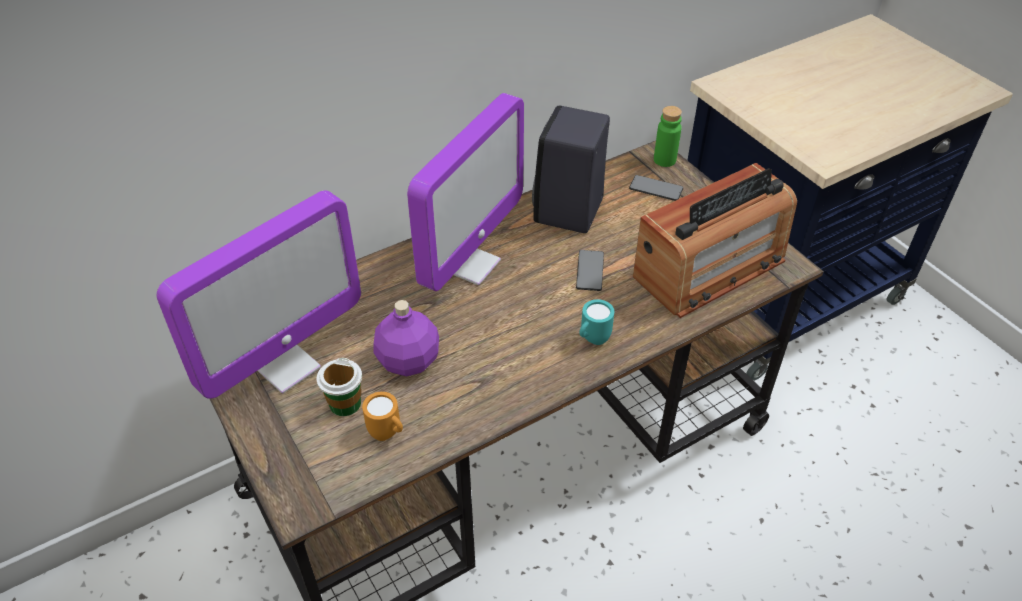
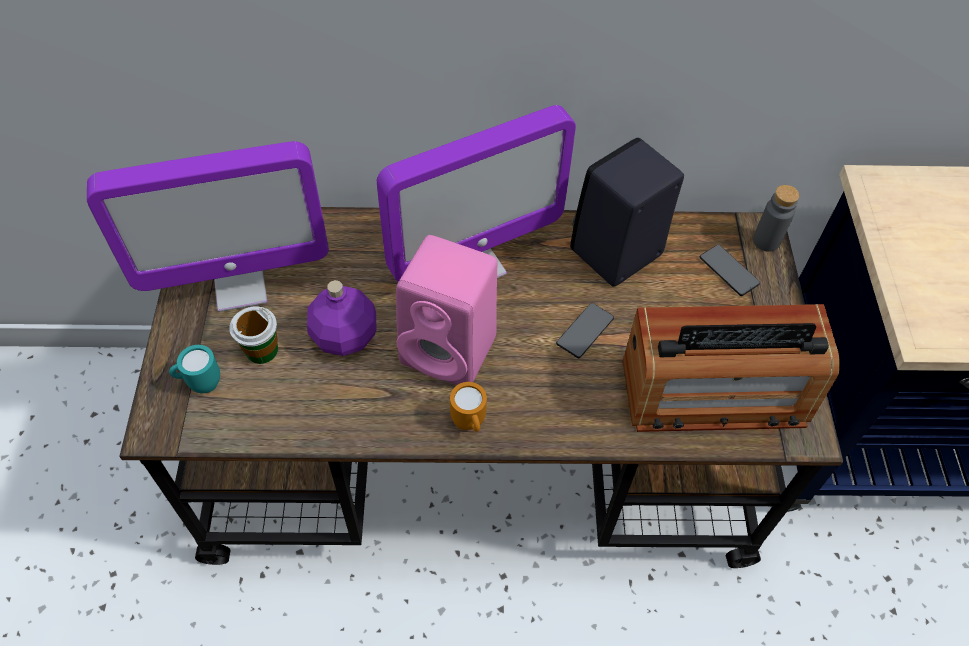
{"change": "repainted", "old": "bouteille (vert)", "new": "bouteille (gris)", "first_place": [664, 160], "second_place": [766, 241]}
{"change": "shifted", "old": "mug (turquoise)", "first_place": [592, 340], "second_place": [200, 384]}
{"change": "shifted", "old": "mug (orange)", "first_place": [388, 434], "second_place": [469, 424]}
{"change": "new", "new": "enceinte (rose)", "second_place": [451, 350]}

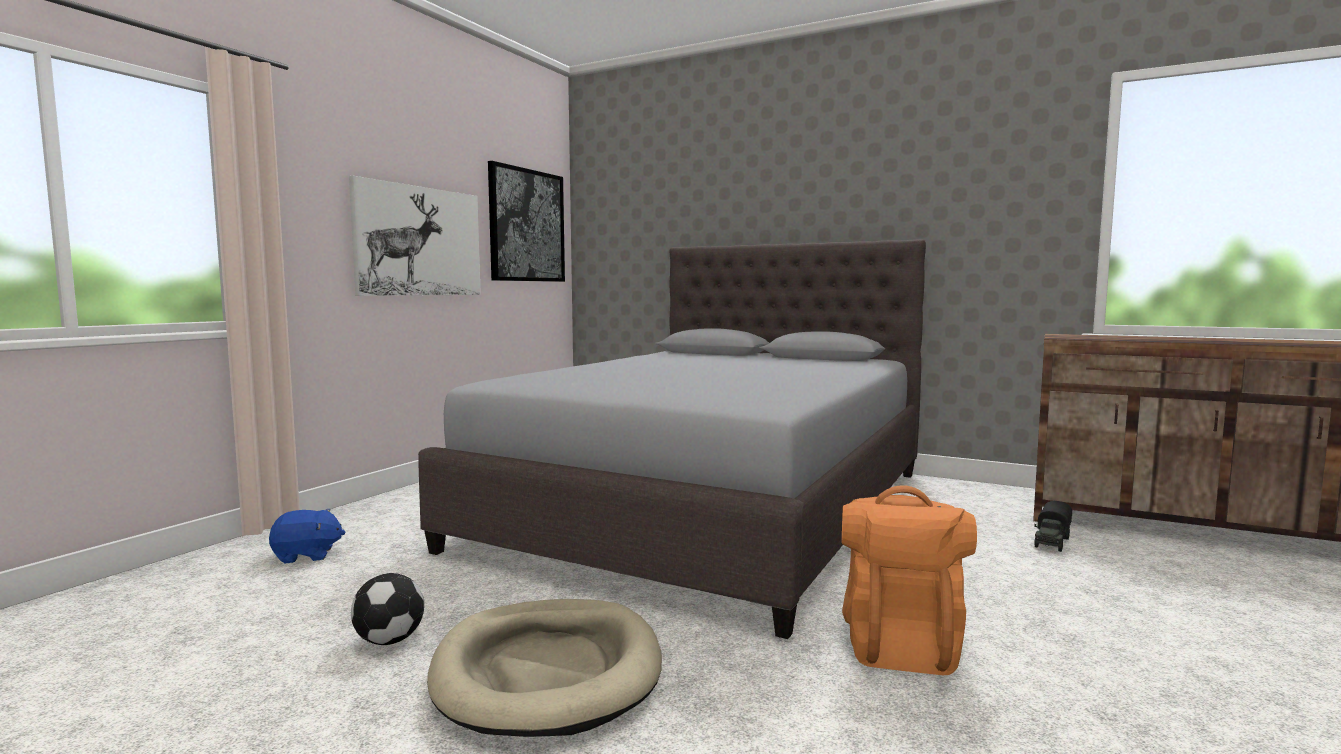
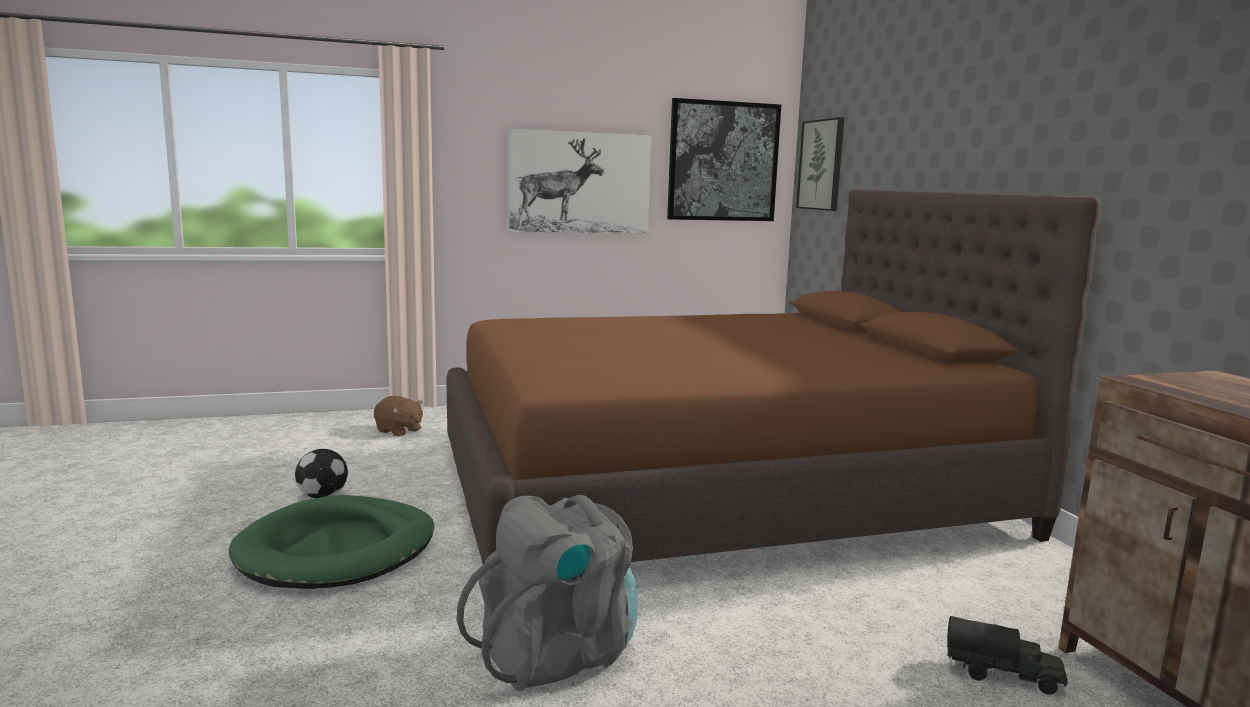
{"change": "repainted", "old": "lit (gris)", "new": "lit (marron)", "first_place": [712, 507], "second_place": [719, 492]}
{"change": "repainted", "old": "sac à dos (orange)", "new": "sac à dos (gris)", "first_place": [900, 642], "second_place": [557, 654]}
{"change": "rotated", "old": "camion jouet", "first_place": [1051, 541], "second_place": [1003, 675], "degrees": -150}
{"change": "repainted", "old": "peluche (bleu)", "new": "peluche (marron)", "first_place": [307, 555], "second_place": [399, 431]}
{"change": "repainted", "old": "panier pour chien (beige)", "new": "panier pour chien (vert)", "first_place": [548, 672], "second_place": [337, 550]}
{"change": "new", "new": "tableau", "second_place": [821, 165]}

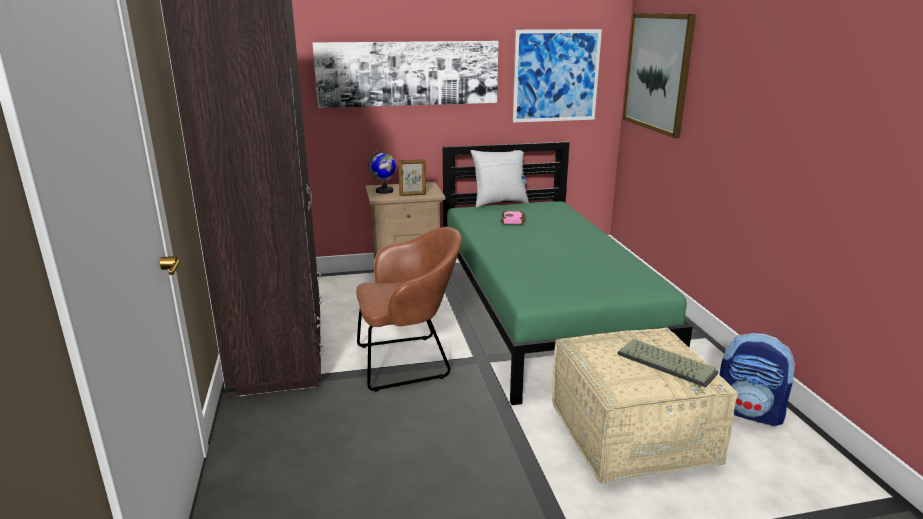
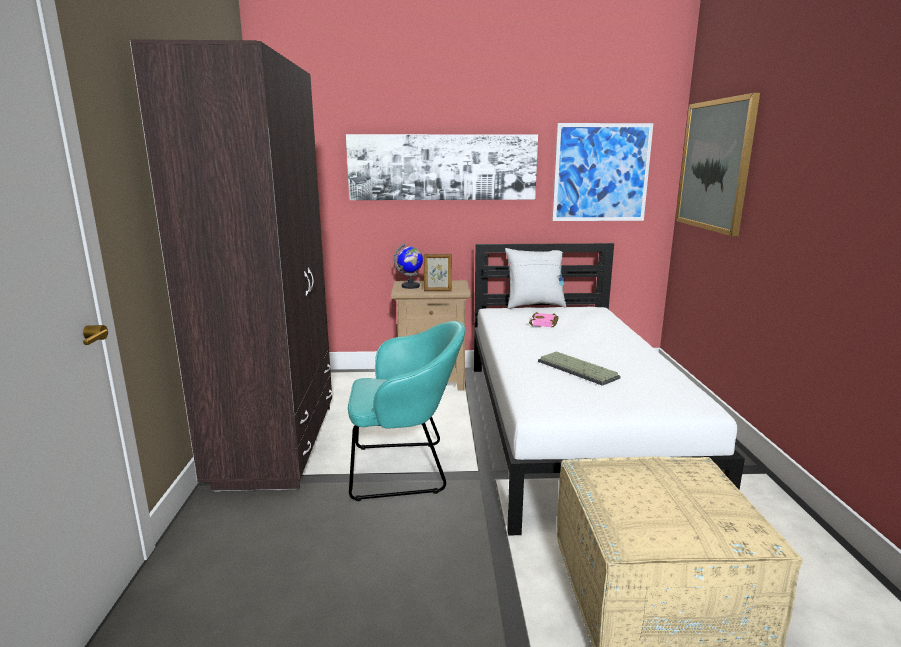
{"change": "repainted", "old": "lit (vert)", "new": "lit (blanc)", "first_place": [542, 314], "second_place": [569, 428]}
{"change": "repainted", "old": "fauteuil (marron)", "new": "fauteuil (turquoise)", "first_place": [408, 361], "second_place": [405, 469]}
{"change": "gone", "old": "sac à dos", "first_place": [749, 412]}
{"change": "shifted", "old": "clavier", "first_place": [668, 363], "second_place": [579, 369]}

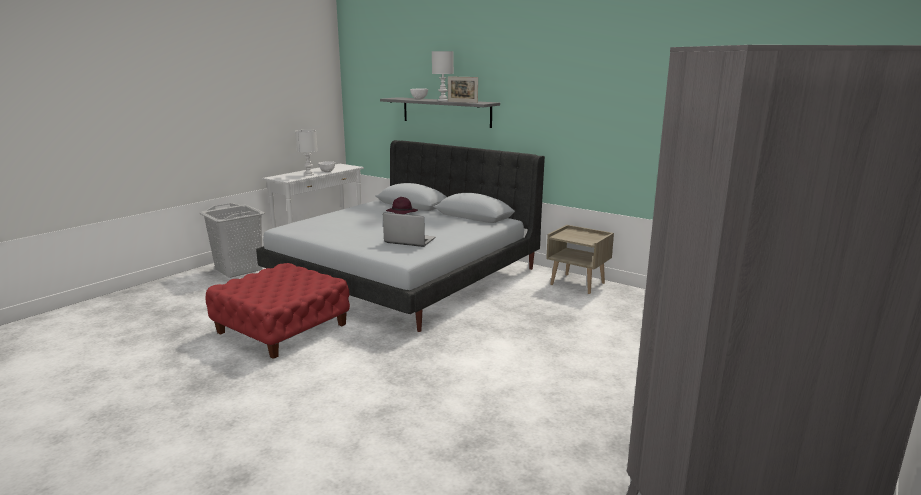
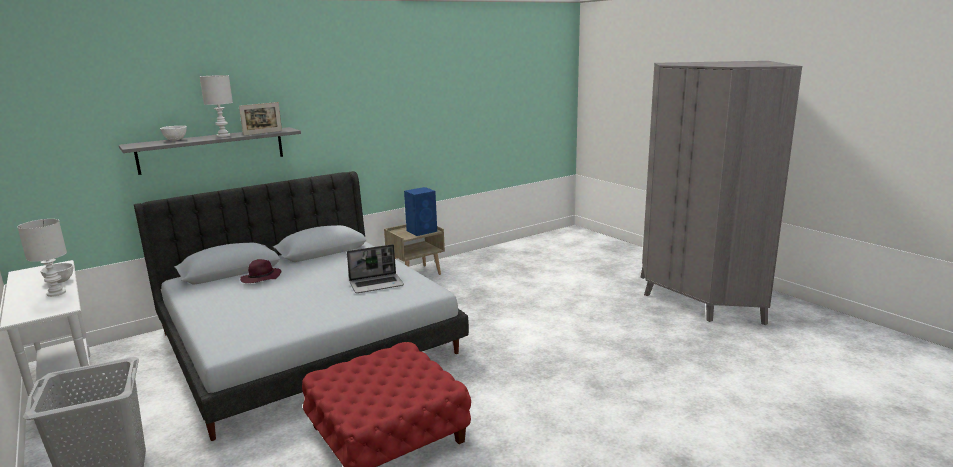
{"change": "rotated", "old": "ordinateur portable", "first_place": [409, 241], "second_place": [377, 284], "degrees": -150}
{"change": "new", "new": "enceinte (bleu)", "second_place": [422, 231]}

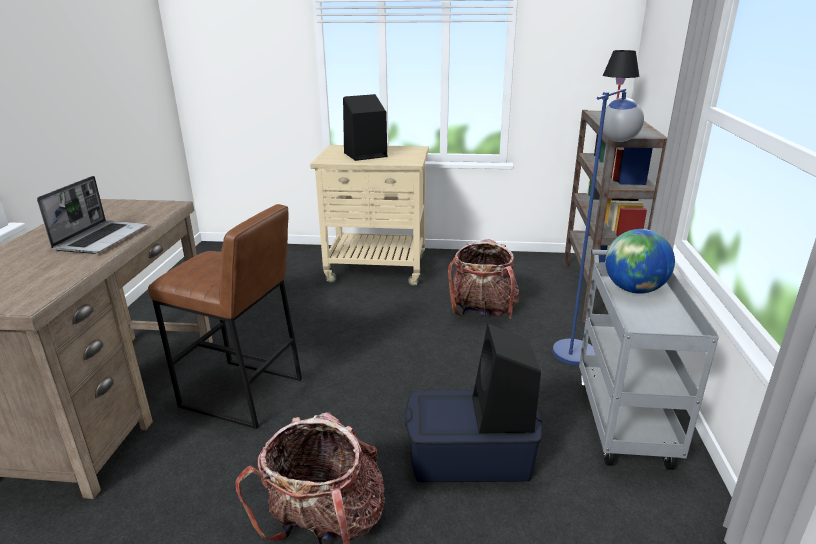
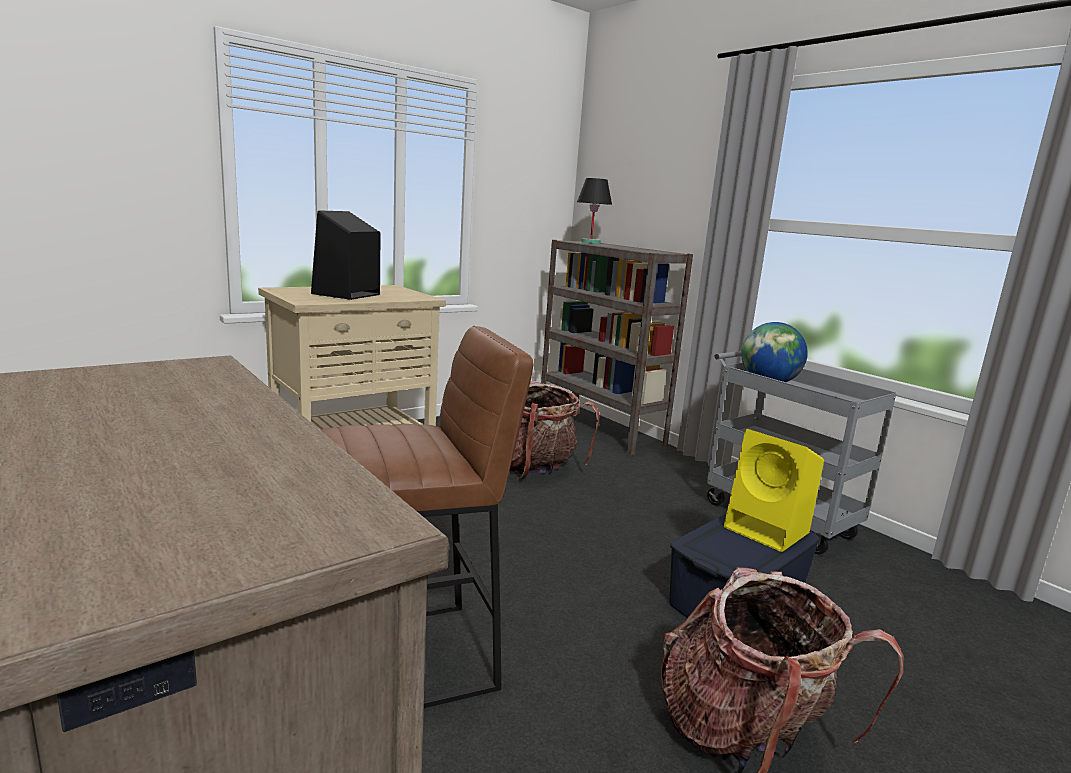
{"change": "gone", "old": "lampadaire (bleu)", "first_place": [580, 346]}
{"change": "gone", "old": "ordinateur portable", "first_place": [102, 238]}
{"change": "repainted", "old": "enceinte (noir)", "new": "enceinte (jaune)", "first_place": [503, 416], "second_place": [768, 531]}

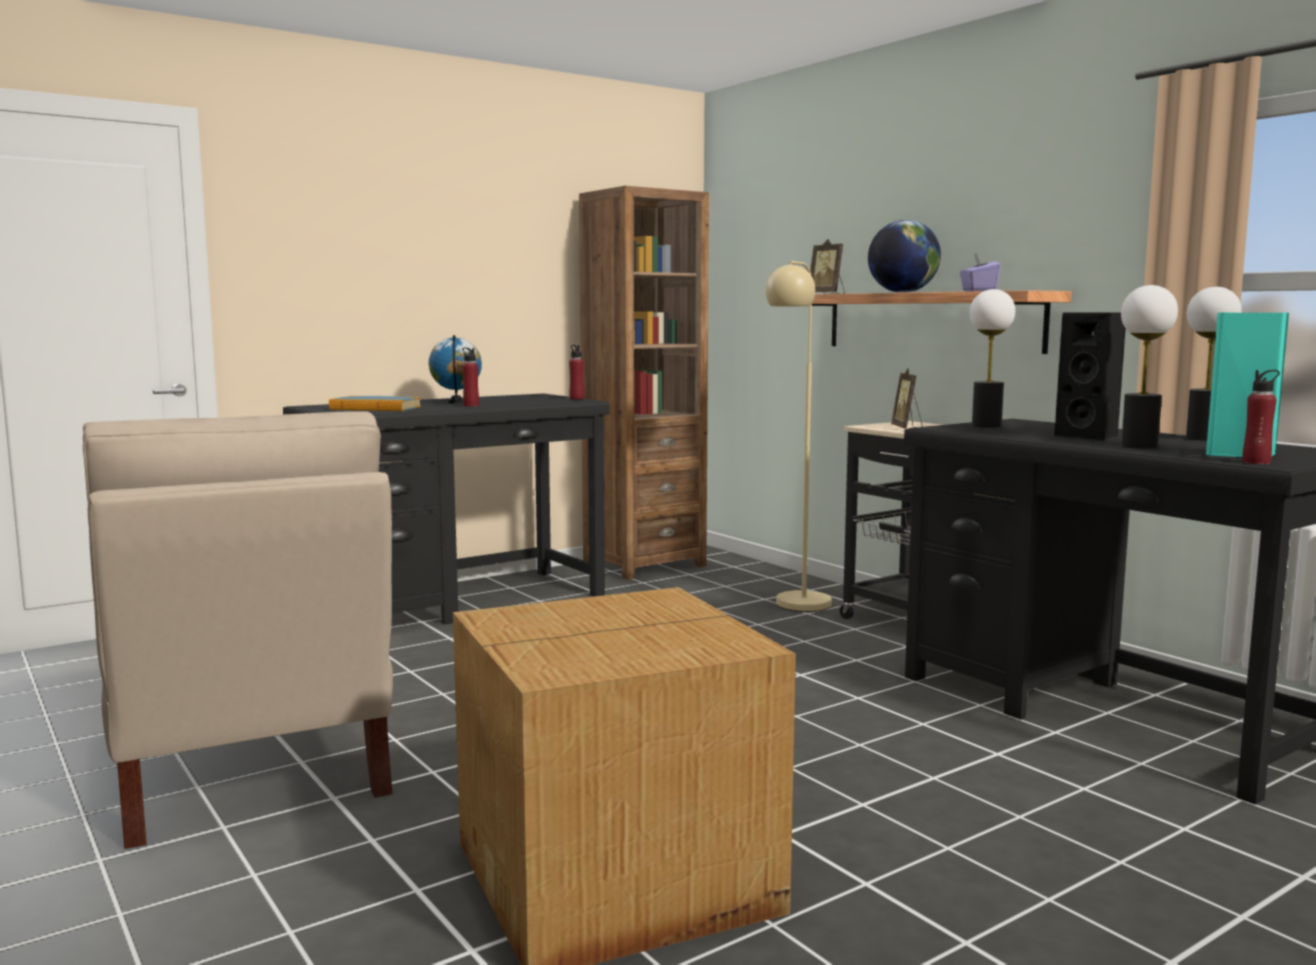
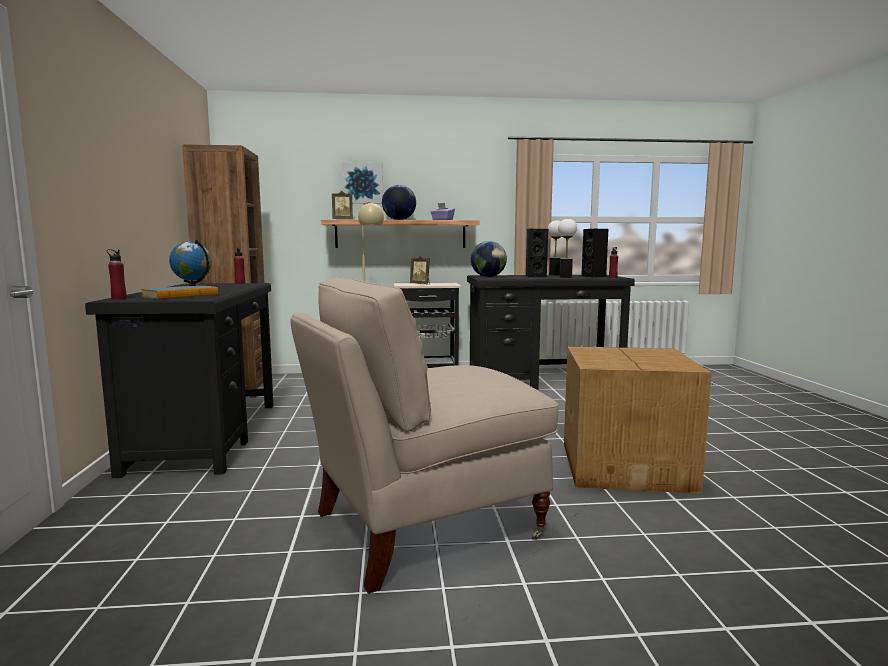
{"change": "swapped", "old": "lampe de table", "new": "globe", "first_place": [987, 426], "second_place": [488, 277]}
{"change": "repainted", "old": "enceinte (turquoise)", "new": "enceinte (noir)", "first_place": [1240, 454], "second_place": [594, 276]}
{"change": "shifted", "old": "bouteille (rouge)", "first_place": [471, 405], "second_place": [119, 298]}
{"change": "rotated", "old": "chaise (beige)", "first_place": [248, 767], "second_place": [423, 526], "degrees": 150}
{"change": "new", "new": "tableau", "second_place": [363, 183]}

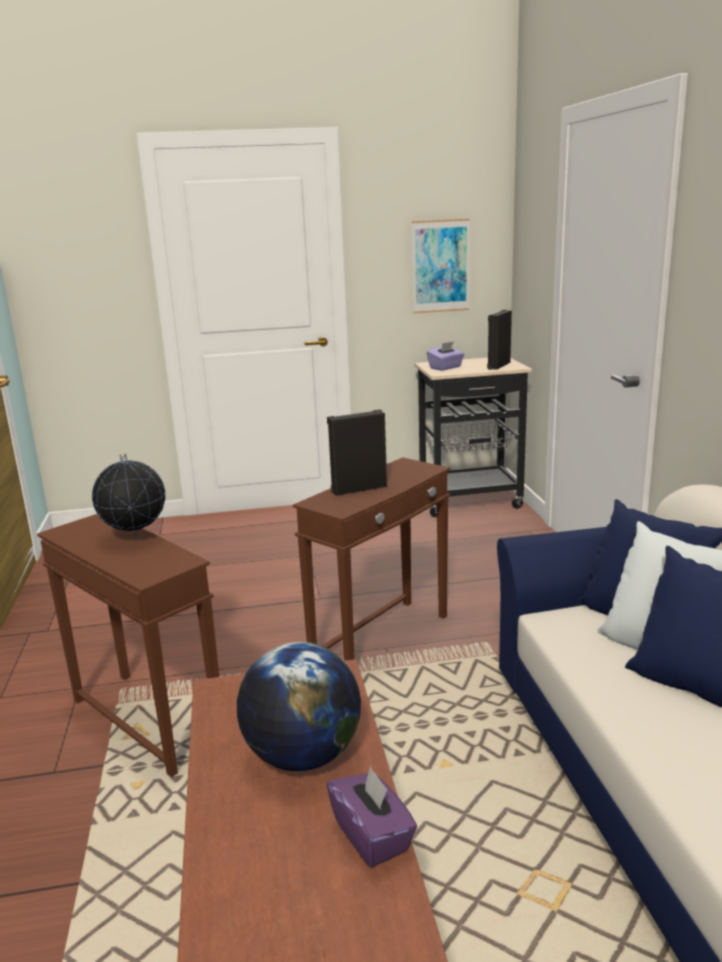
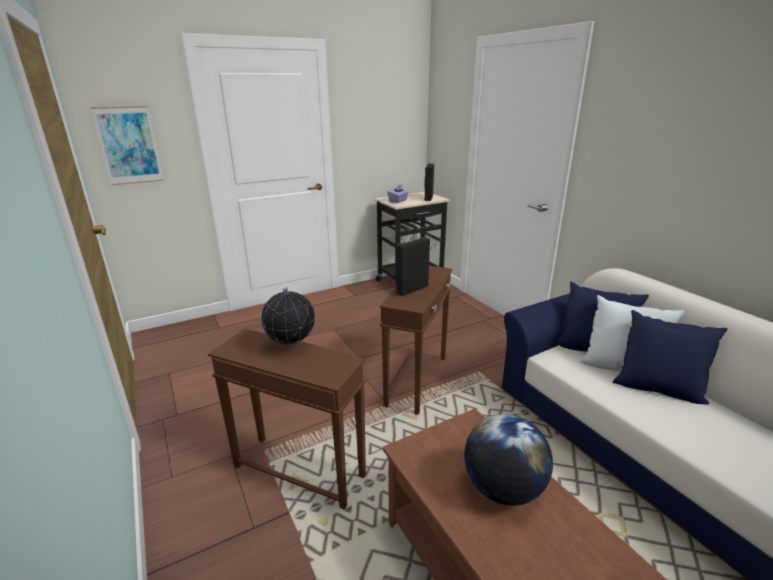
{"change": "shifted", "old": "tableau", "first_place": [441, 266], "second_place": [129, 145]}
{"change": "gone", "old": "boîte à mouchoirs (violet)", "first_place": [372, 836]}

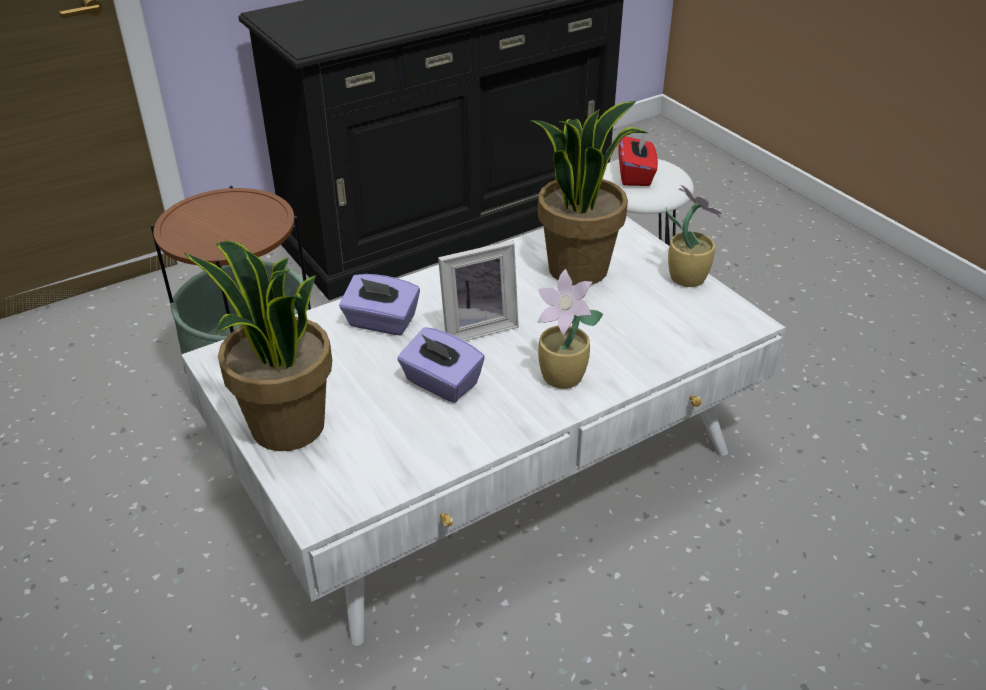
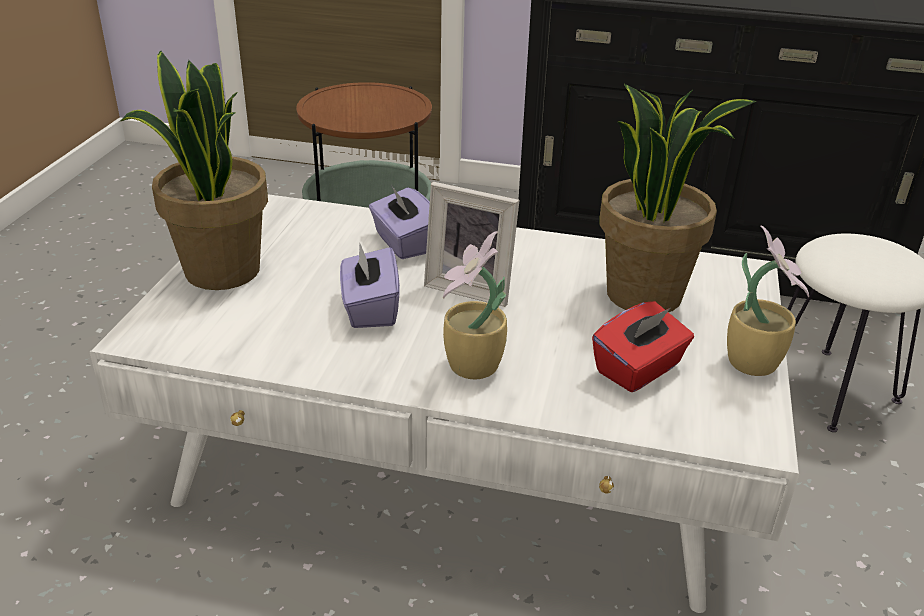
{"change": "shifted", "old": "boîte à mouchoirs (rouge)", "first_place": [635, 175], "second_place": [639, 369]}

